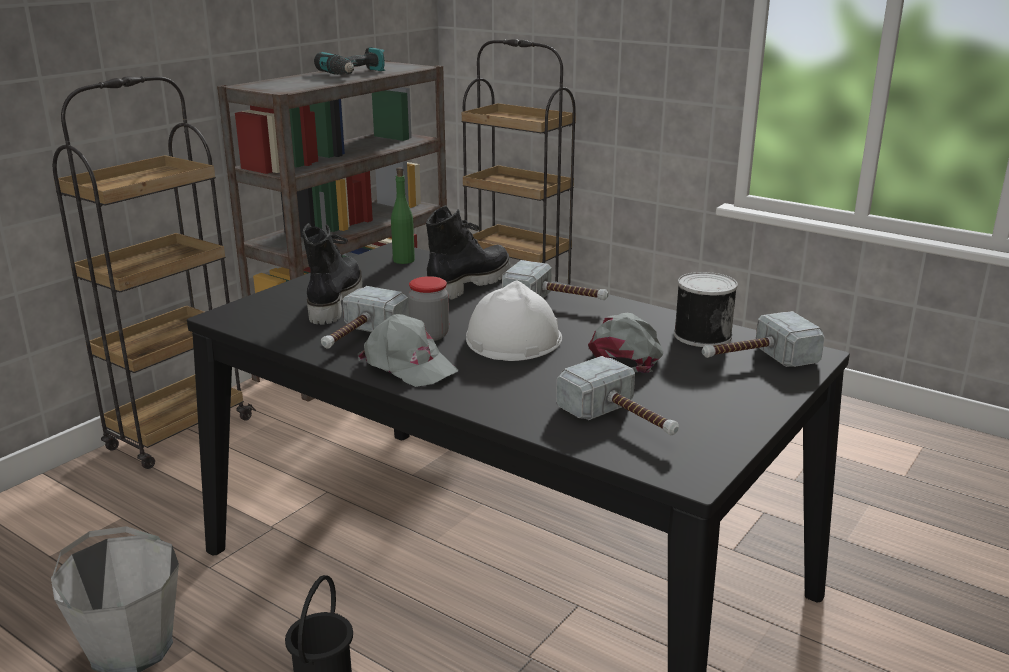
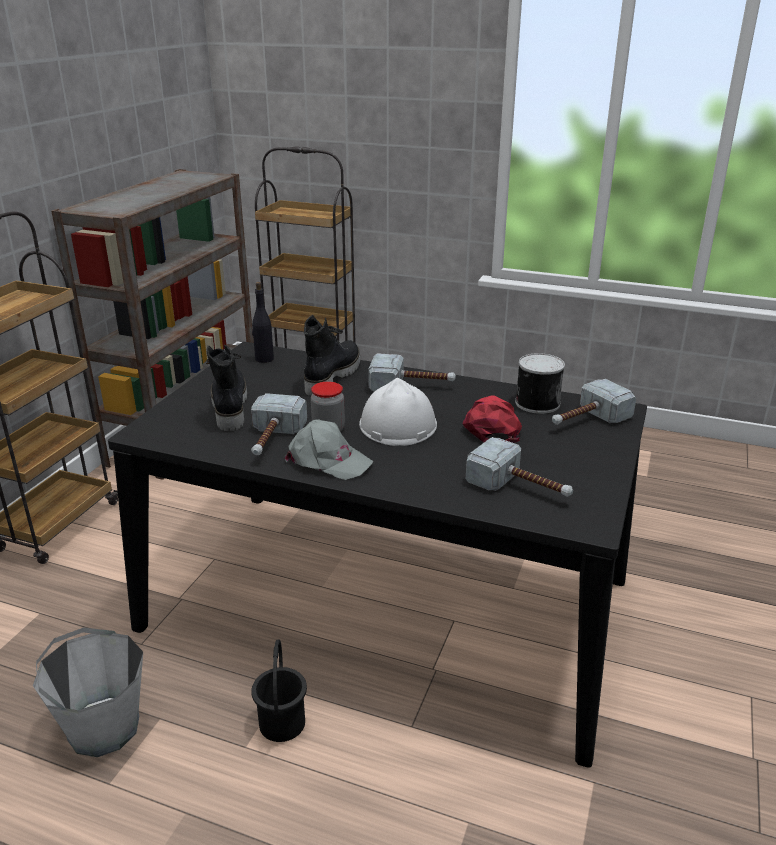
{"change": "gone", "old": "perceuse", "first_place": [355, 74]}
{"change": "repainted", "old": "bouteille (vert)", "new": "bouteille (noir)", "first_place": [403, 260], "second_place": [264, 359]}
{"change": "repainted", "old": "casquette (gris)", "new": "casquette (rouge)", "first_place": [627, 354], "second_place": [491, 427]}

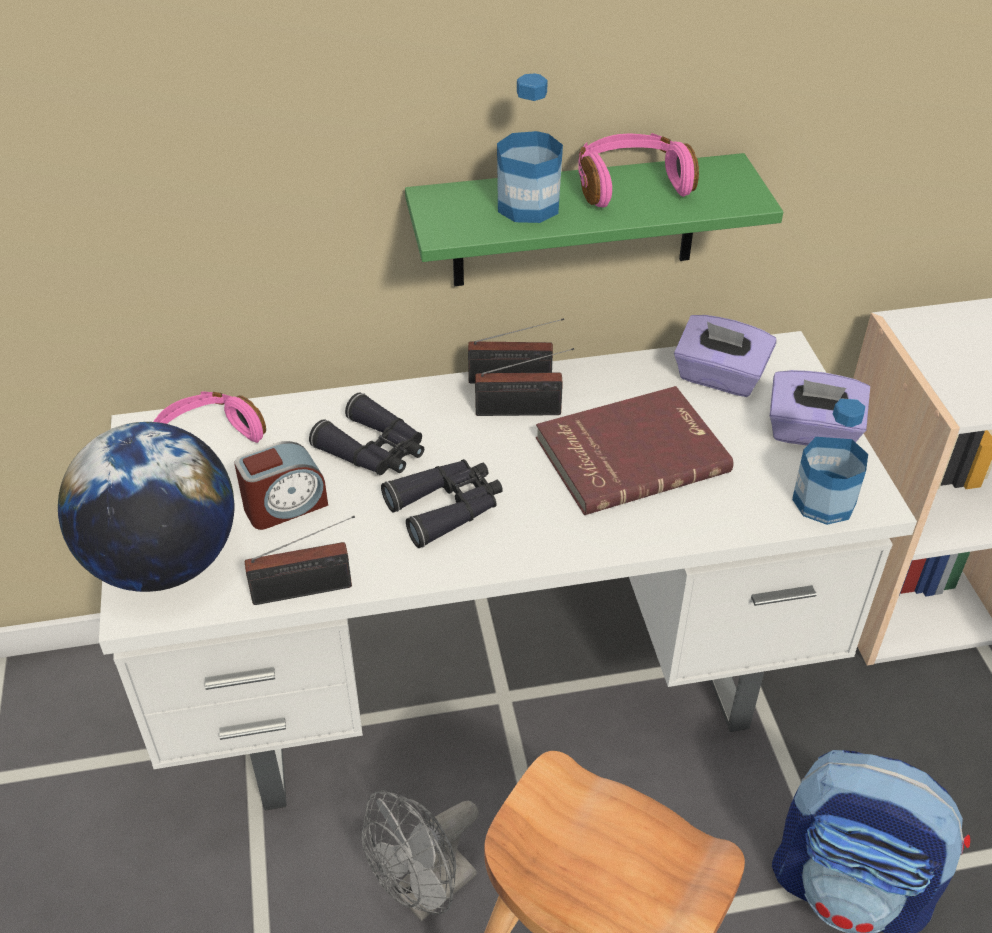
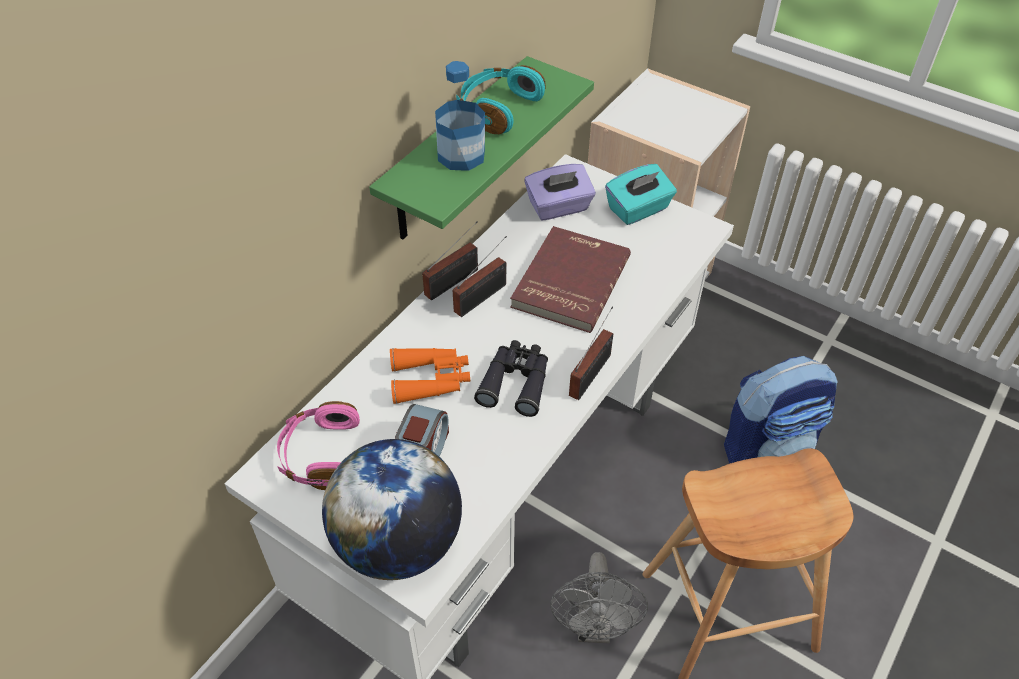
{"change": "repainted", "old": "casque audio (rose)", "new": "casque audio (turquoise)", "first_place": [630, 185], "second_place": [497, 109]}
{"change": "repainted", "old": "boîte à mouchoirs (violet)", "new": "boîte à mouchoirs (turquoise)", "first_place": [812, 433], "second_place": [638, 209]}
{"change": "repainted", "old": "jumelles (noir)", "new": "jumelles (orange)", "first_place": [374, 450], "second_place": [431, 380]}
{"change": "gone", "old": "bouteille", "first_place": [824, 501]}
{"change": "shifted", "old": "radio", "first_place": [308, 590], "second_place": [592, 373]}

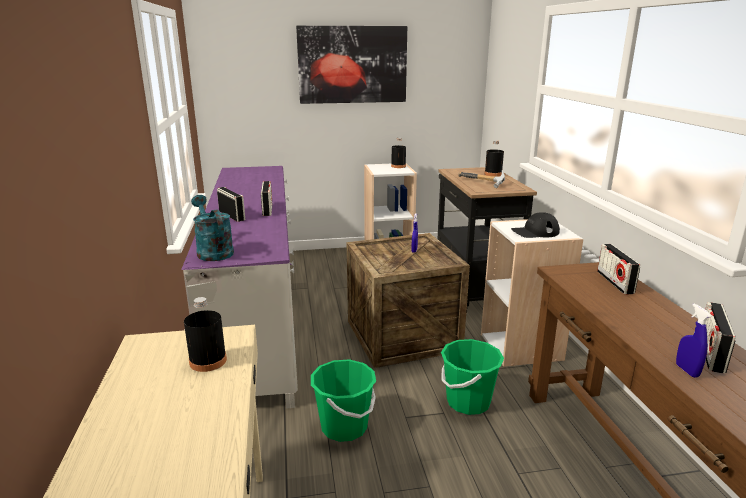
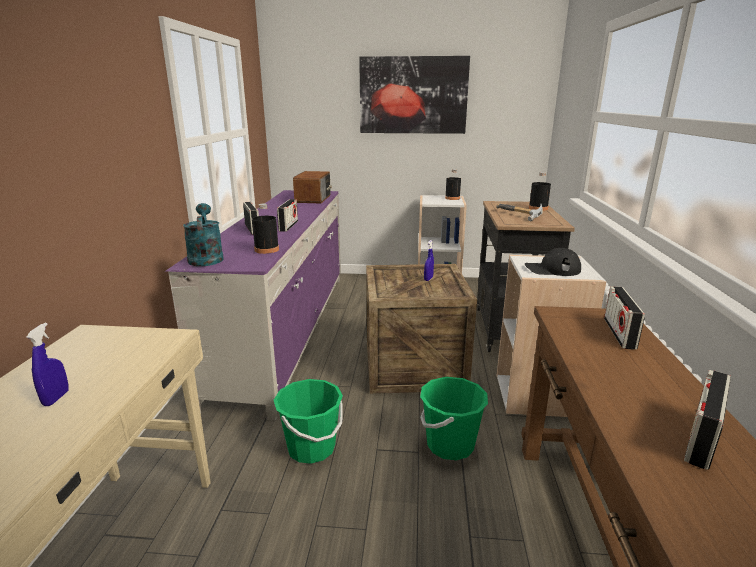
{"change": "shifted", "old": "bouteille (noir)", "first_place": [208, 361], "second_place": [266, 249]}
{"change": "shifted", "old": "vaporisateur (bleu)", "first_place": [687, 370], "second_place": [56, 398]}
{"change": "new", "new": "radio", "second_place": [314, 199]}

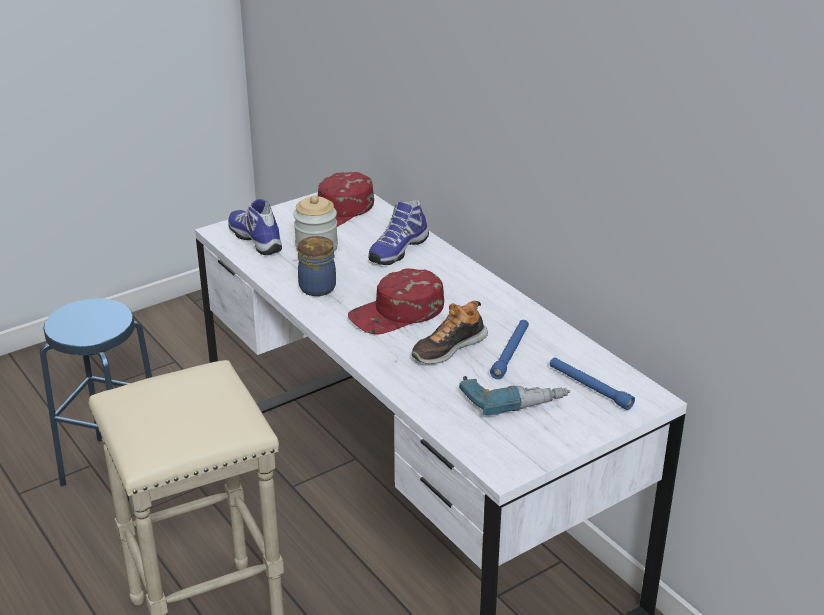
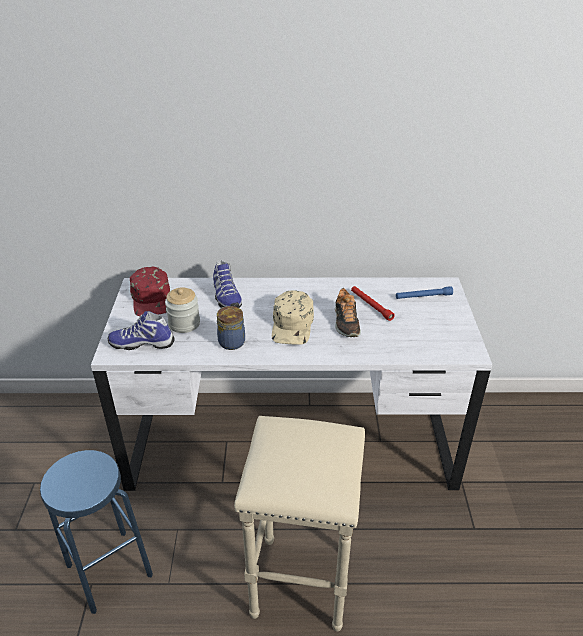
{"change": "repainted", "old": "casquette (rouge)", "new": "casquette (beige)", "first_place": [397, 313], "second_place": [293, 325]}
{"change": "repainted", "old": "lampe de poche (bleu)", "new": "lampe de poche (rouge)", "first_place": [510, 353], "second_place": [371, 305]}
{"change": "gone", "old": "perceuse", "first_place": [513, 398]}

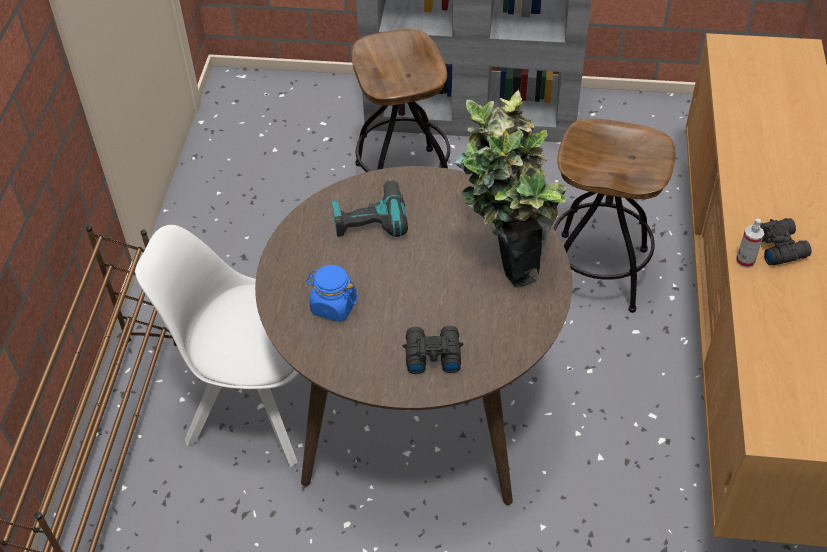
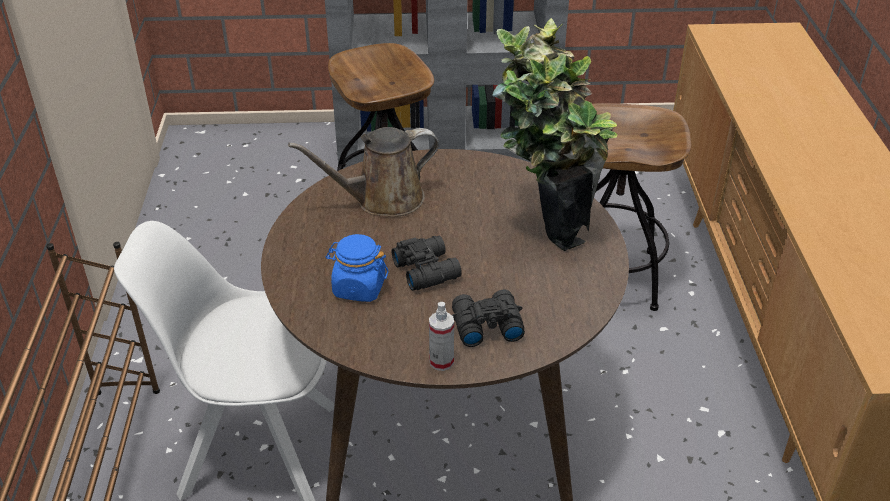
{"change": "swapped", "old": "perceuse", "new": "arrosoir (marron)", "first_place": [369, 217], "second_place": [382, 200]}
{"change": "shifted", "old": "jumelles (noir)", "first_place": [778, 246], "second_place": [427, 269]}
{"change": "shifted", "old": "vaporisateur", "first_place": [745, 261], "second_place": [441, 362]}

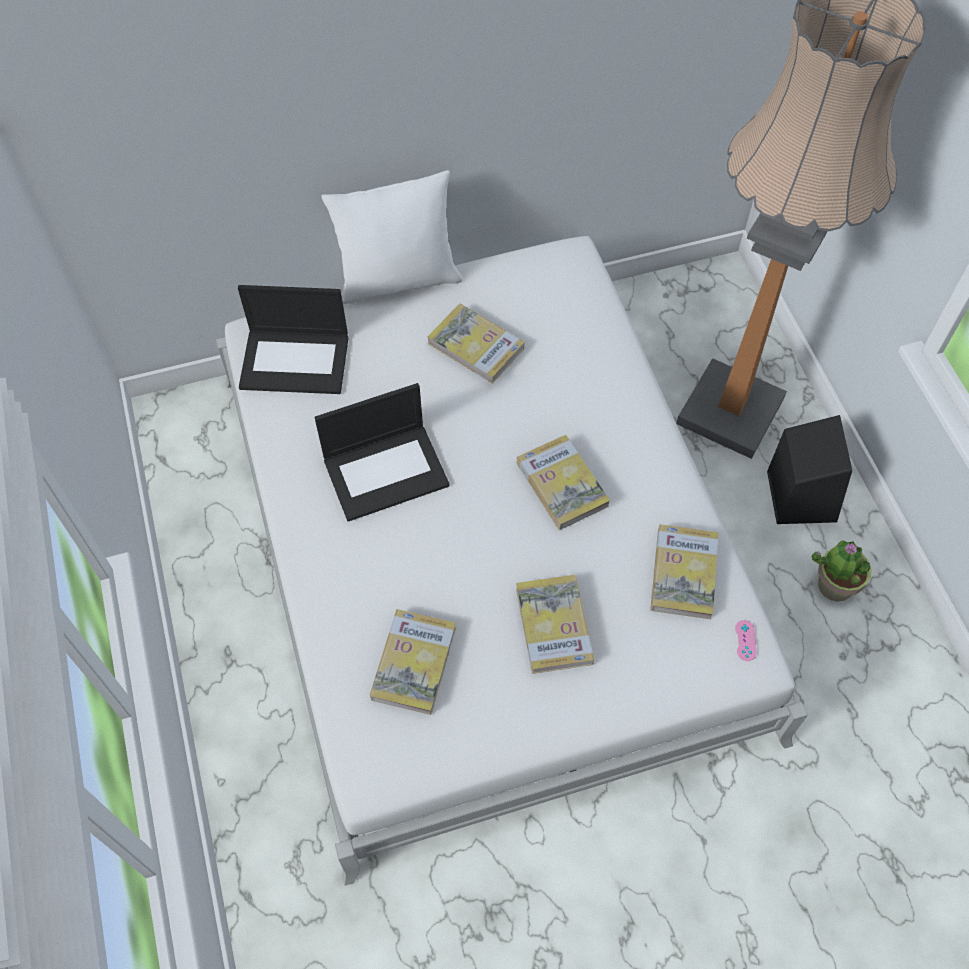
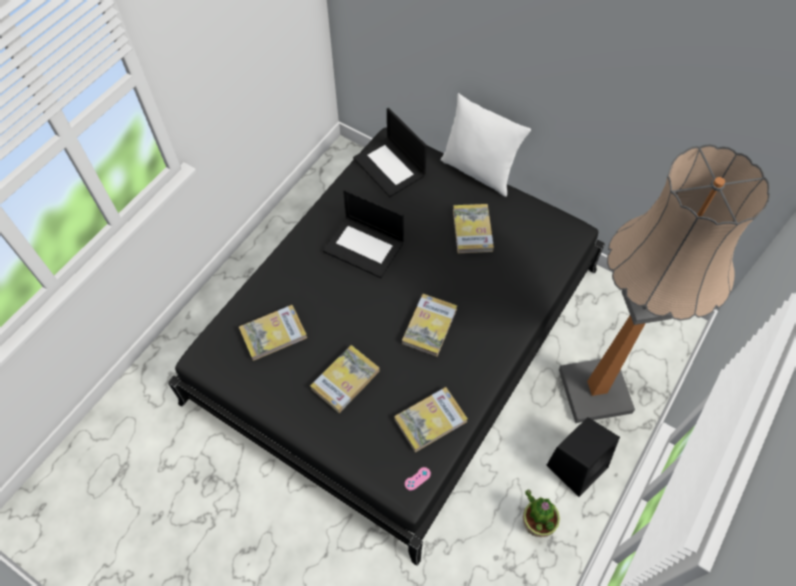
{"change": "repainted", "old": "lit (blanc)", "new": "lit (noir)", "first_place": [484, 549], "second_place": [397, 334]}

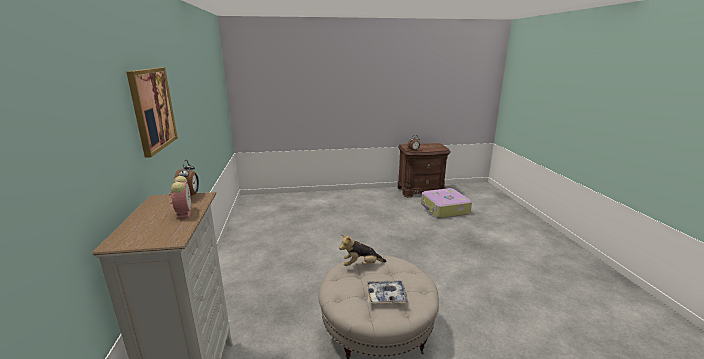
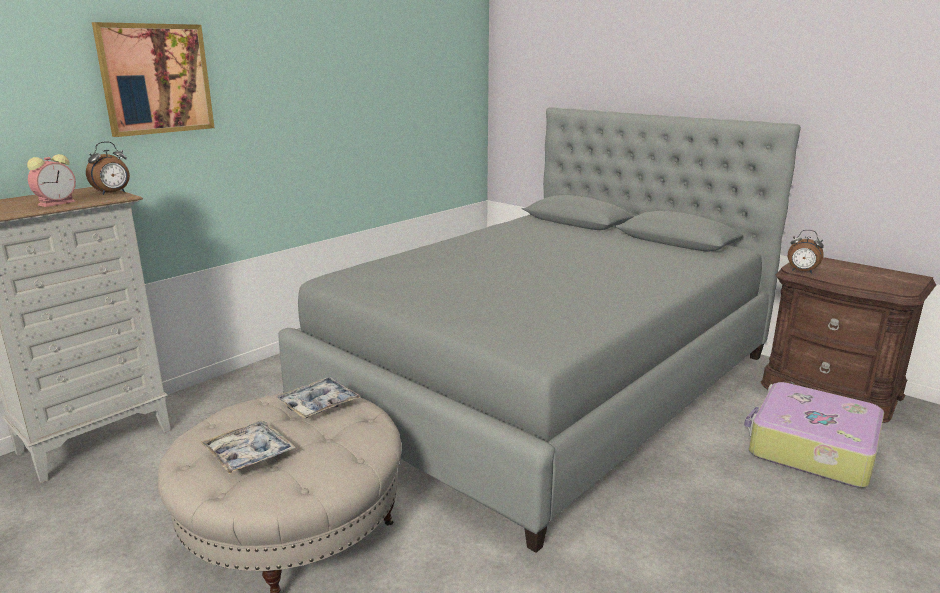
{"change": "swapped", "old": "peluche", "new": "plateau", "first_place": [361, 265], "second_place": [318, 404]}
{"change": "new", "new": "lit (gris)", "second_place": [544, 381]}

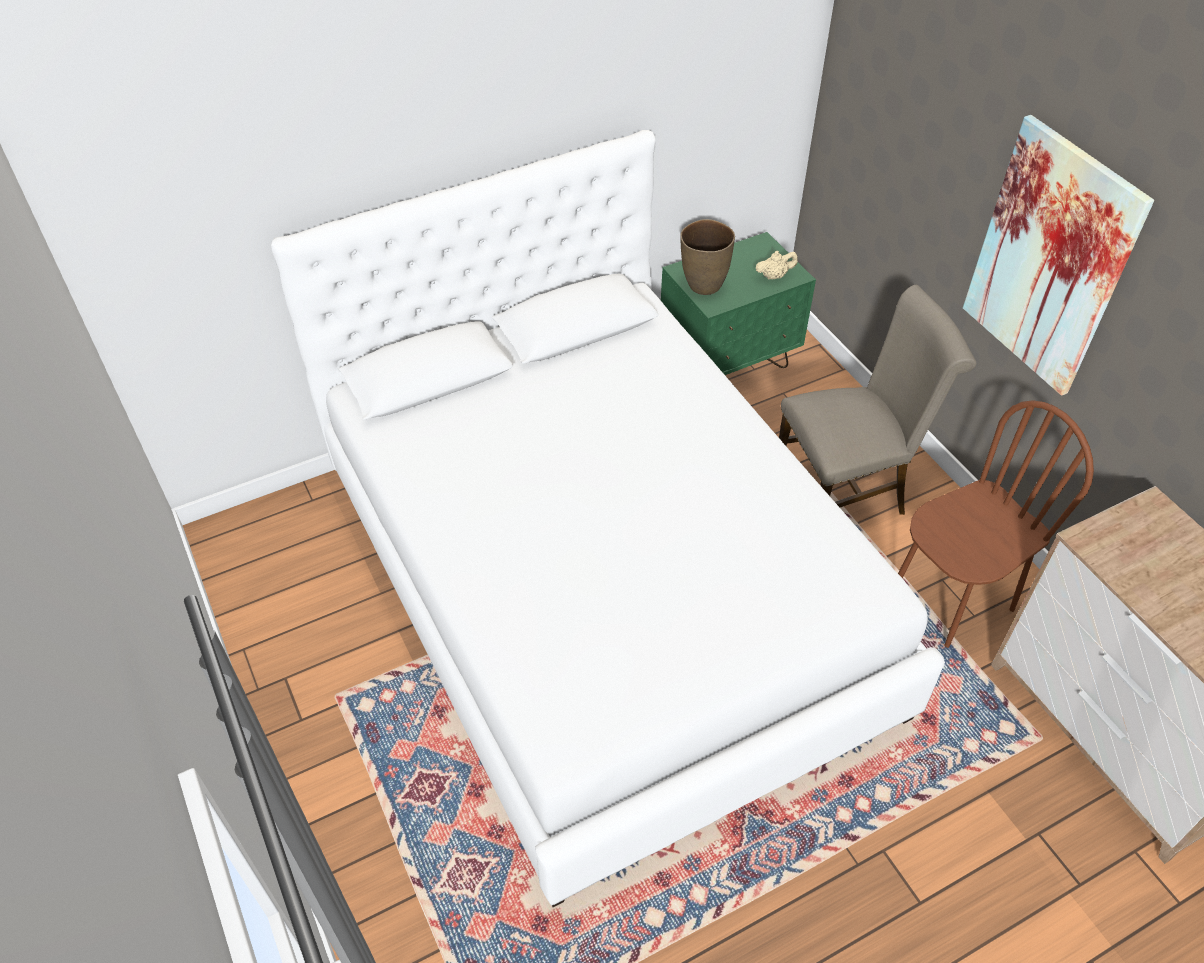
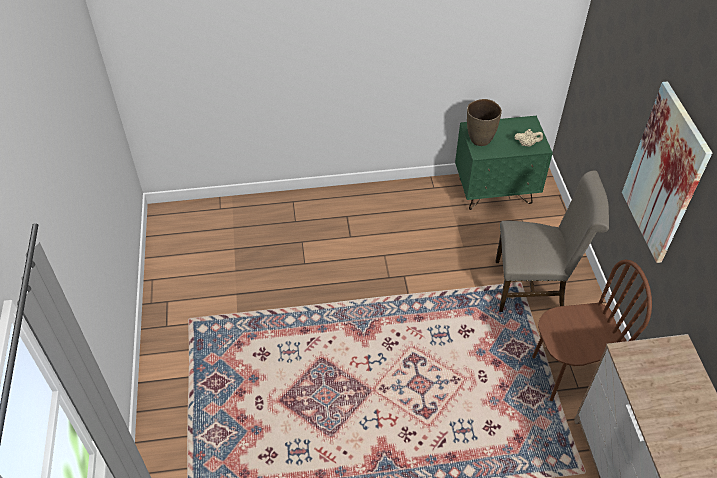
{"change": "gone", "old": "lit (blanc)", "first_place": [601, 586]}

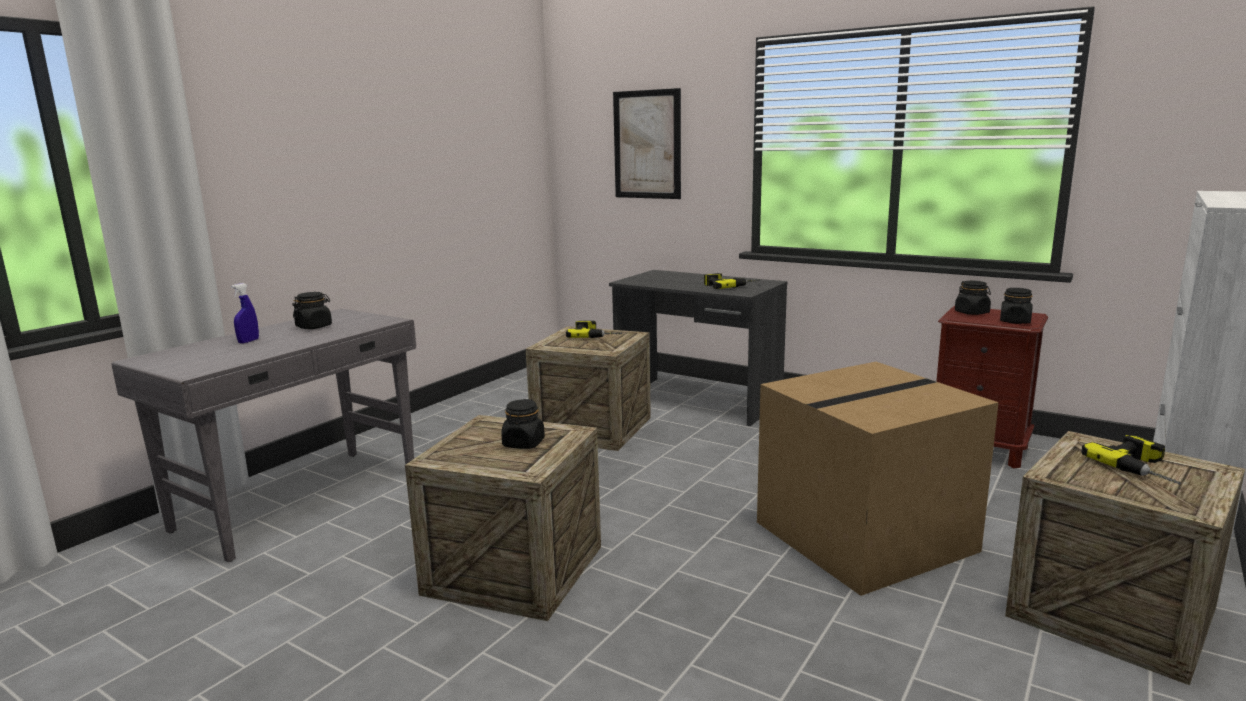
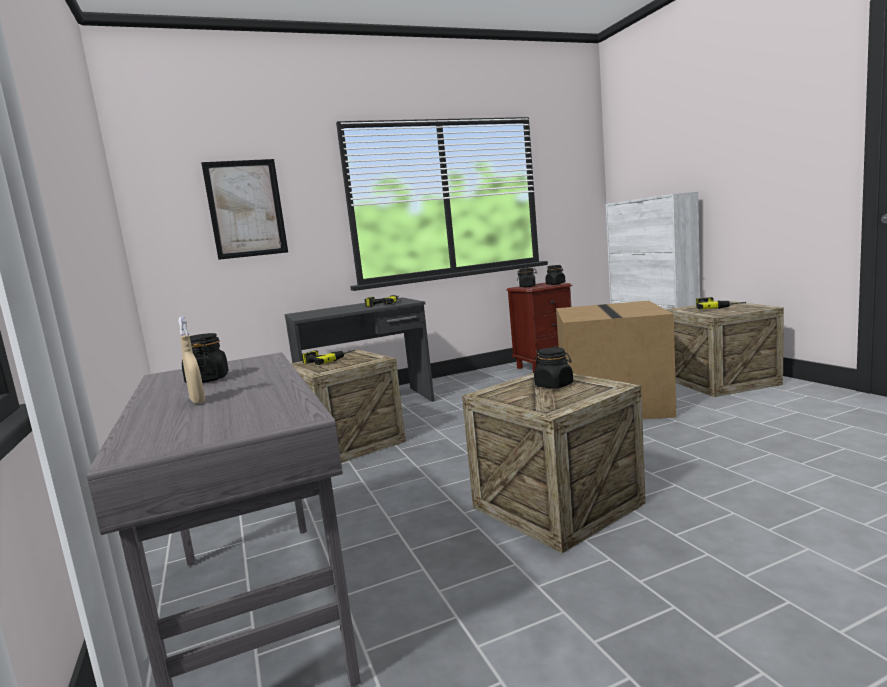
{"change": "repainted", "old": "vaporisateur (bleu)", "new": "vaporisateur (beige)", "first_place": [248, 341], "second_place": [197, 401]}

